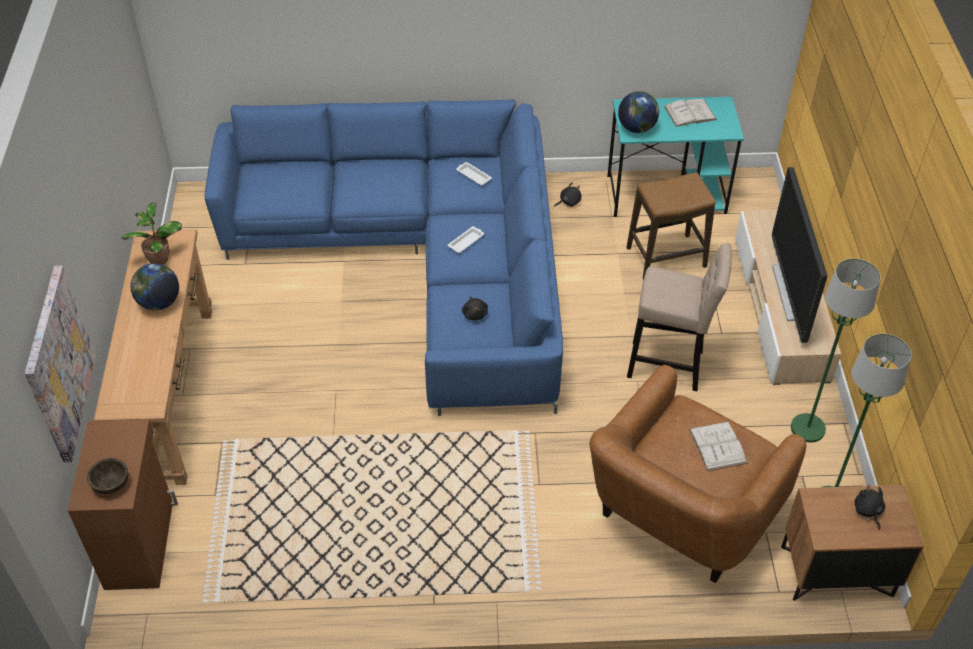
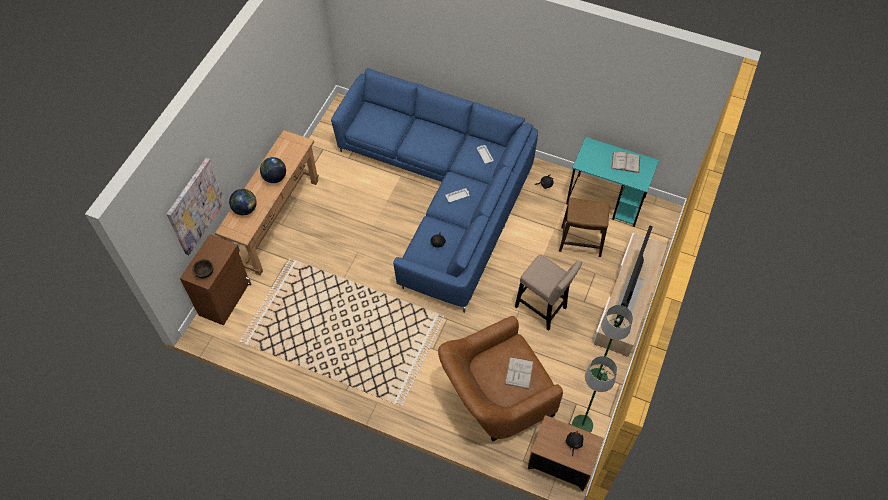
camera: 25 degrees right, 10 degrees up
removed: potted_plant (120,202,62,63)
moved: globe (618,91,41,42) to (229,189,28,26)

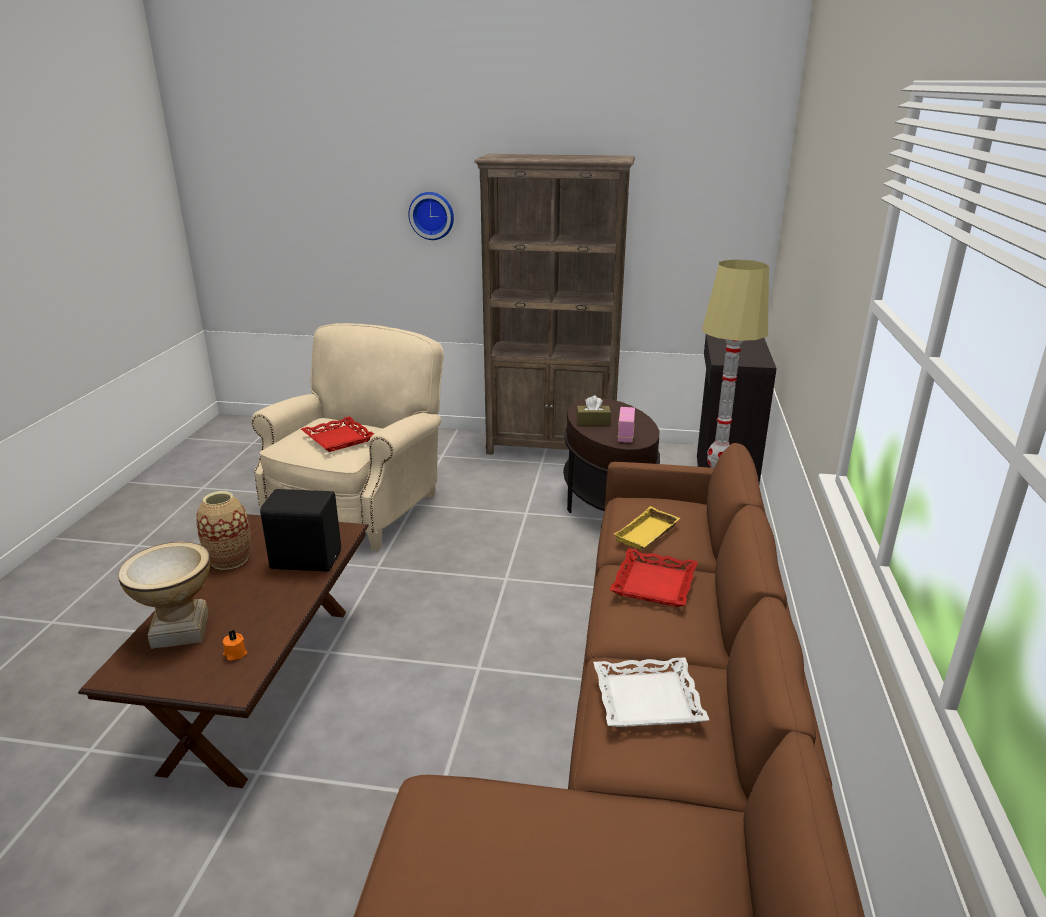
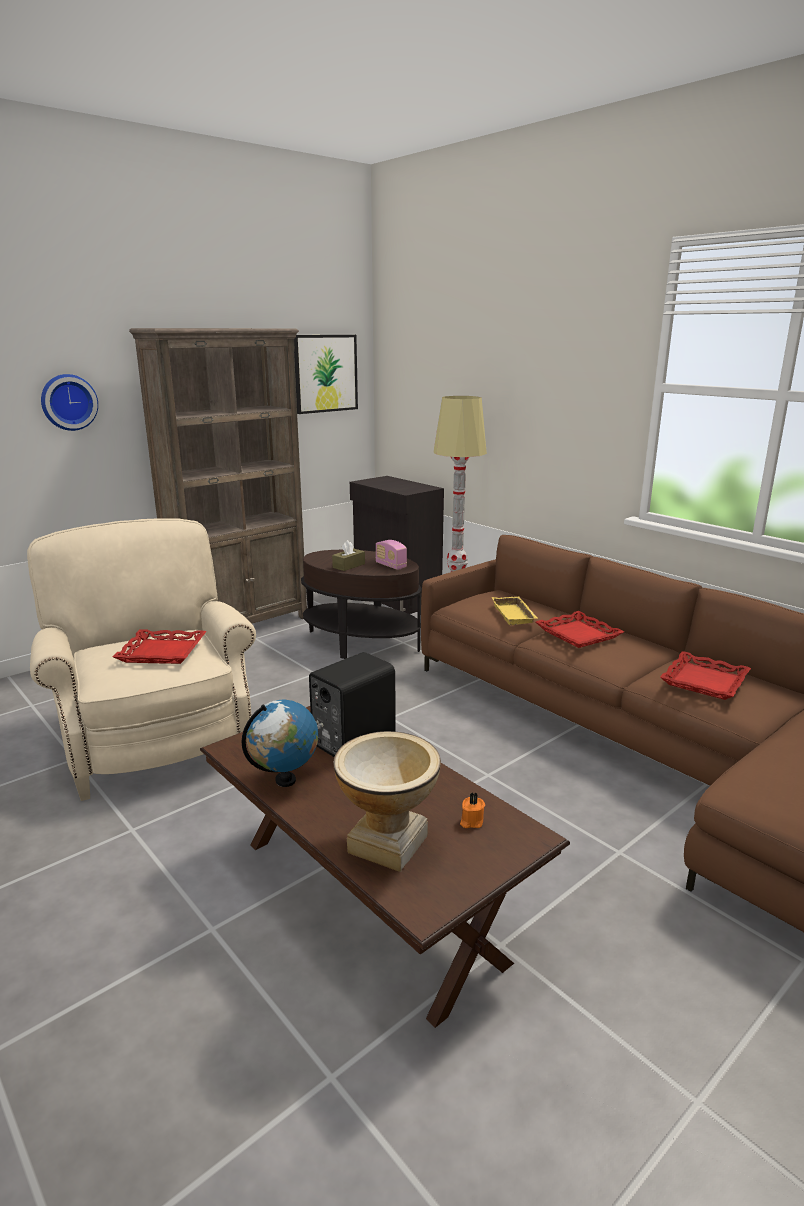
camera: 50 degrees left, 5 degrees down
added: picture (294,335,64,79)
replaced: vase (196,491,55,79) to globe (242,700,76,87)
recoloured: white_tray (593,657,116,70) to red_tray (660,651,91,49)

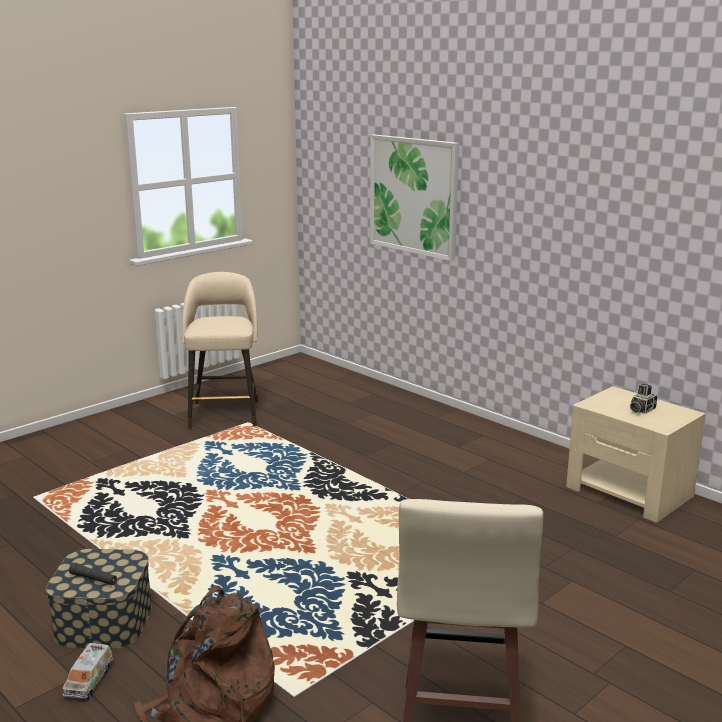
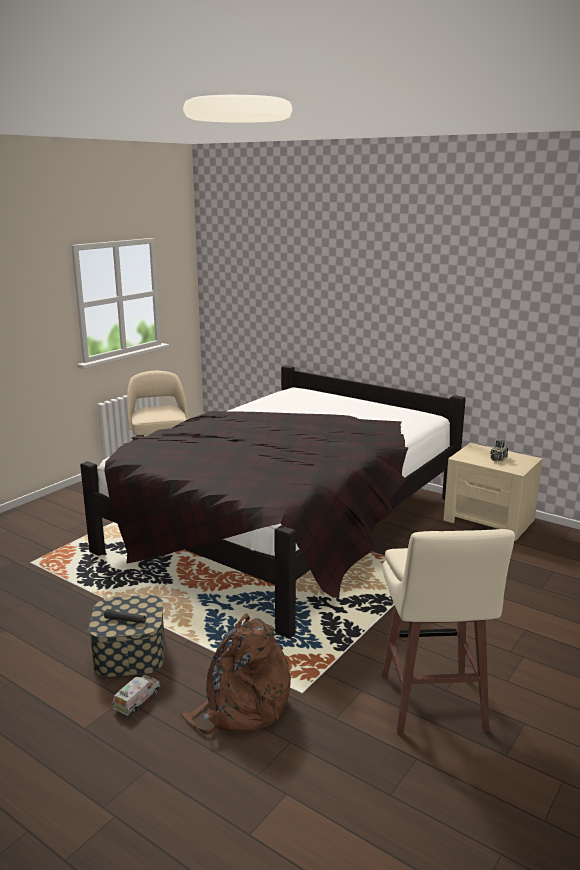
camera: 10 degrees left, 0 degrees up
removed: picture (370,134,89,127)
added: black_bed (80,365,386,274)
turned: toy_truck (62,643,51,57) = (113,675,47,41) 150 degrees counterclockwise

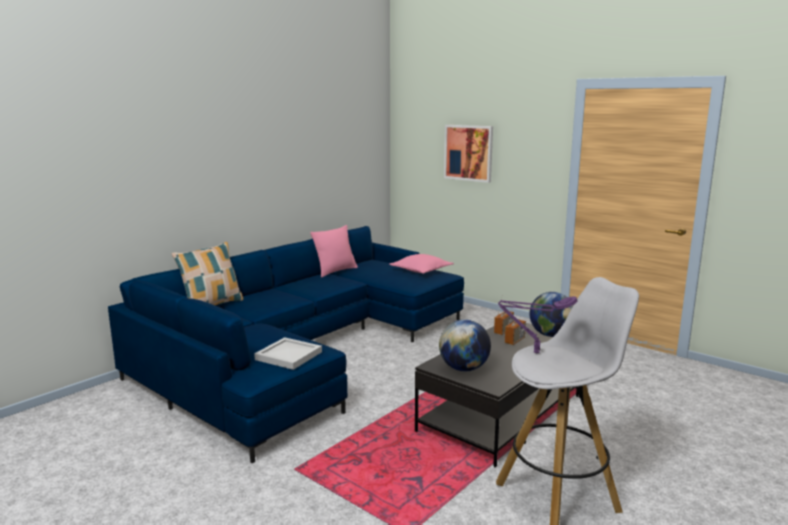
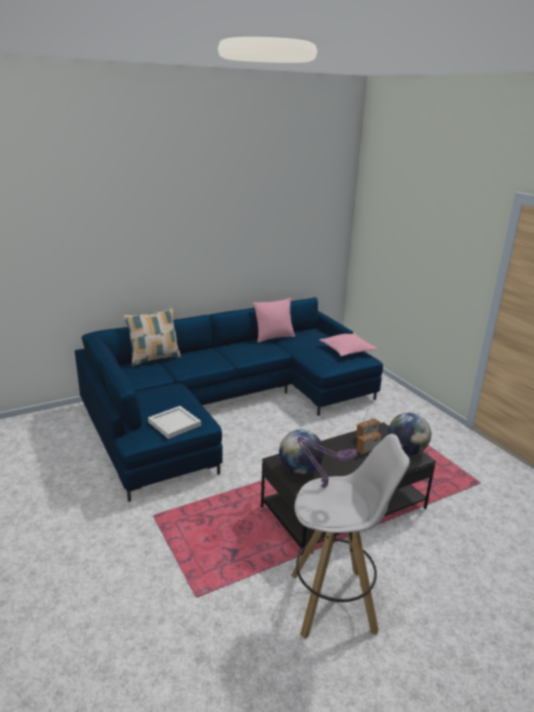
camera: 20 degrees right, 10 degrees up
removed: picture (444,125,49,58)

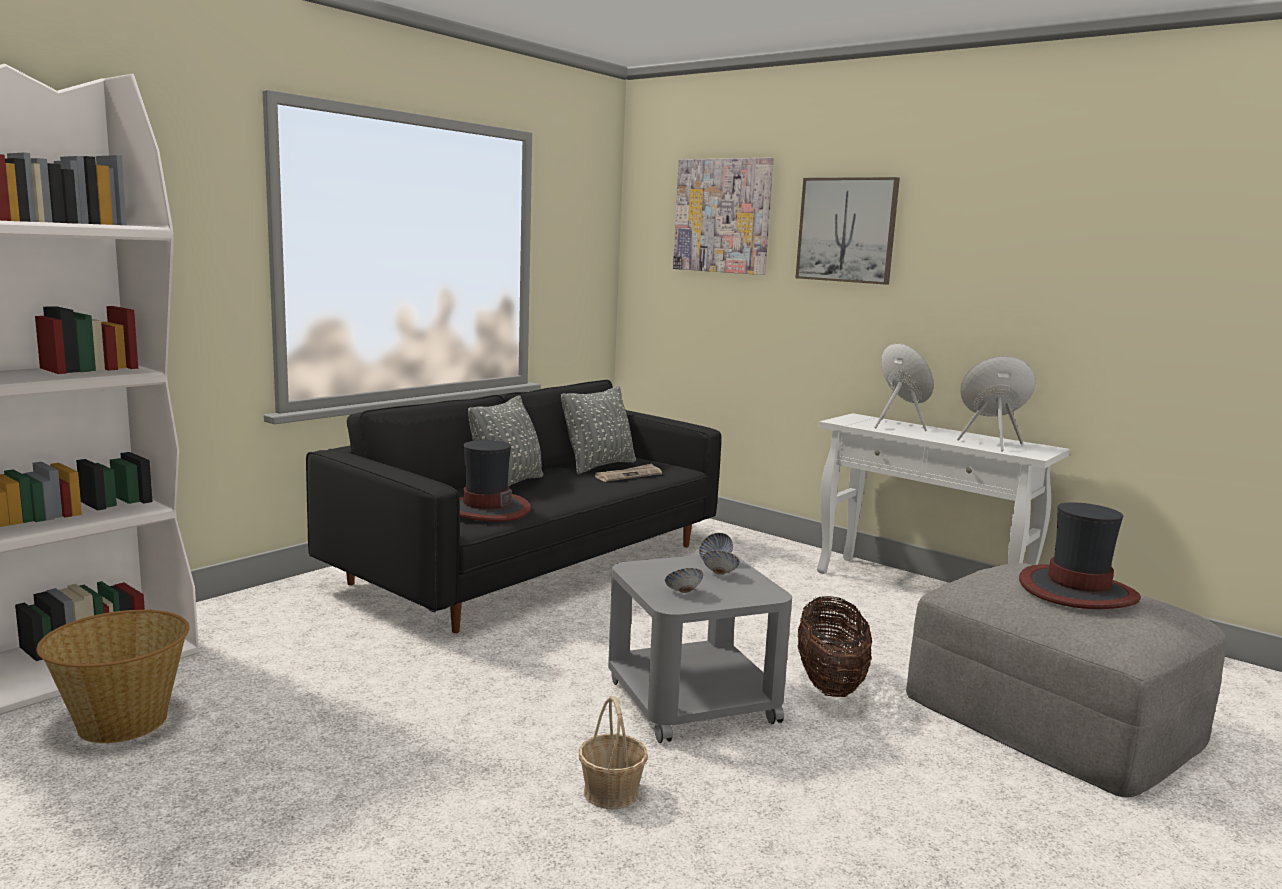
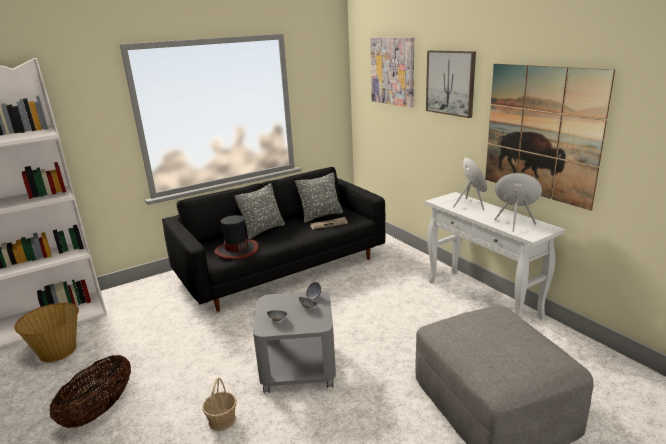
camera: 20 degrees right, 10 degrees up
removed: hat (1019,502,122,107)
added: picture (485,64,130,147)
moved: basket (798,596,74,101) to (49,355,82,73)

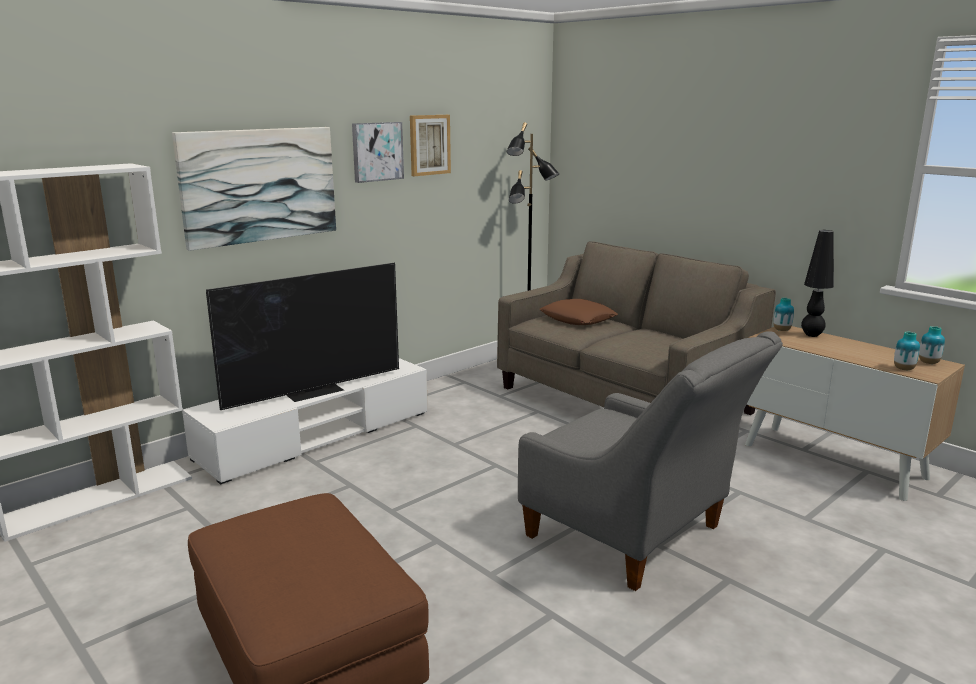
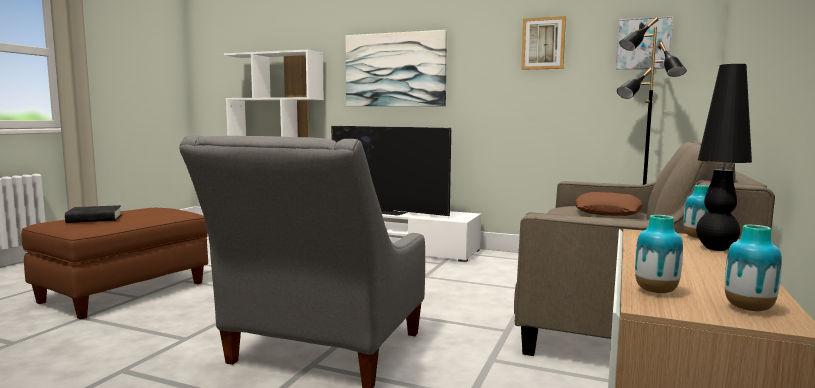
camera: 65 degrees right, 10 degrees down
added: black_book (65,205,57,18)
moved: picture (352,122,52,61) to (616,16,57,54)

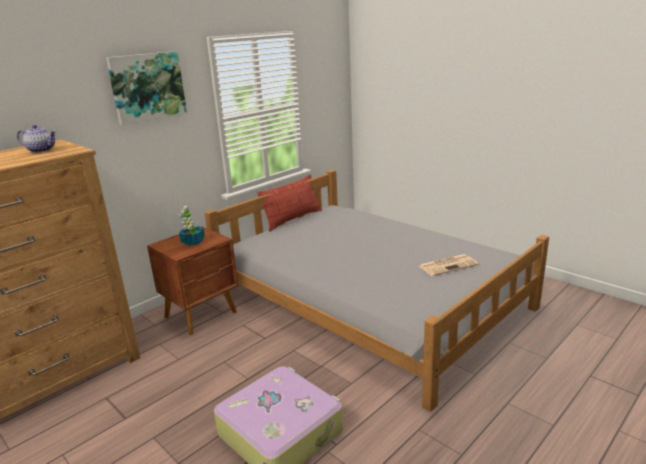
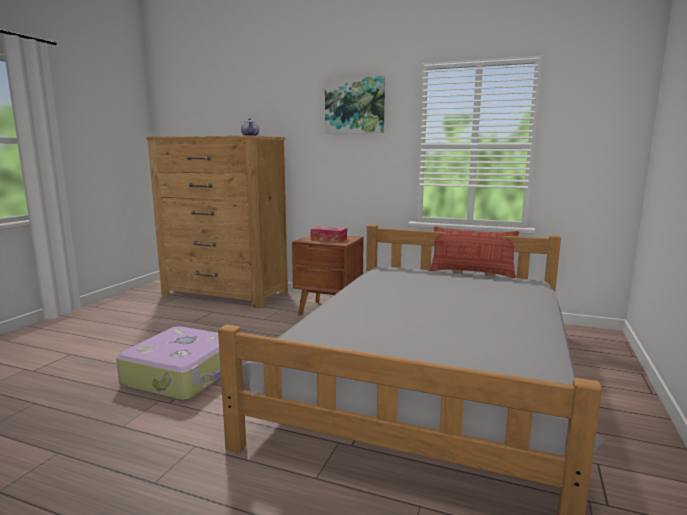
camera: 65 degrees right, 10 degrees down
removed: newspaper (418,254,61,22)
replaced: potted_plant (179,206,26,40) to tissue_box (311,226,36,16)

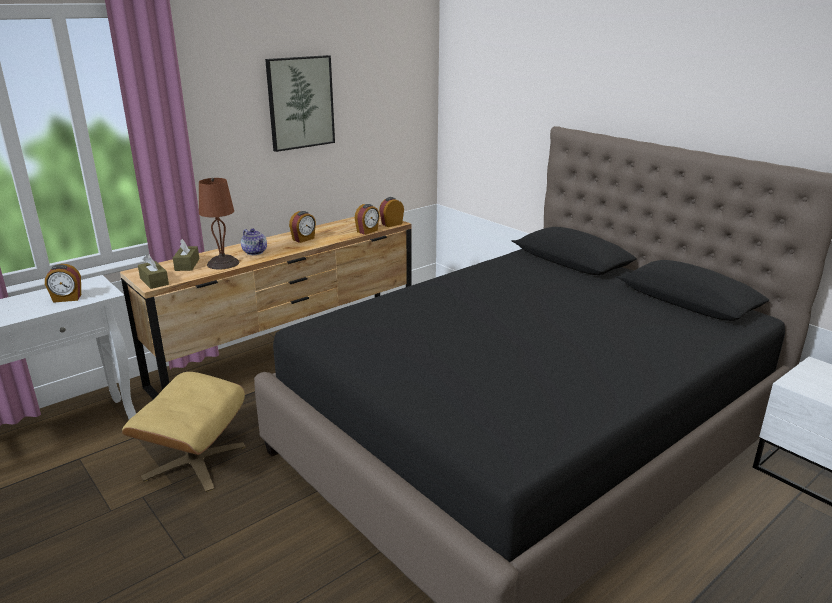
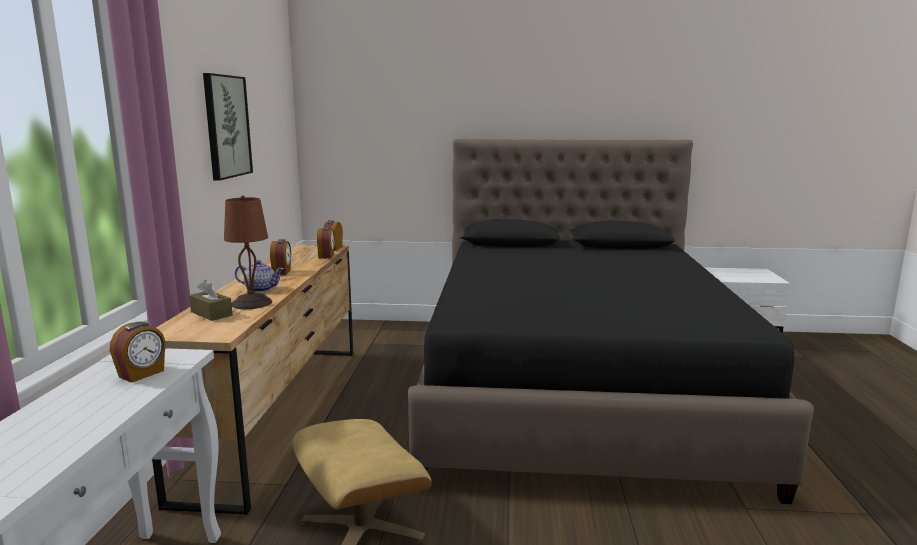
camera: 45 degrees left, 10 degrees down
removed: brown_tissue_box (138,254,31,35)

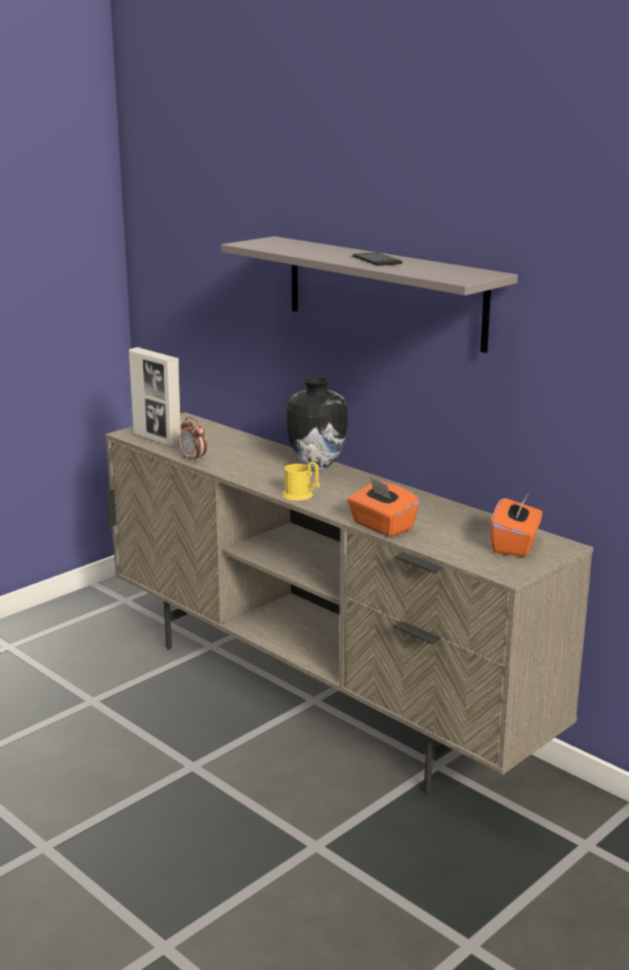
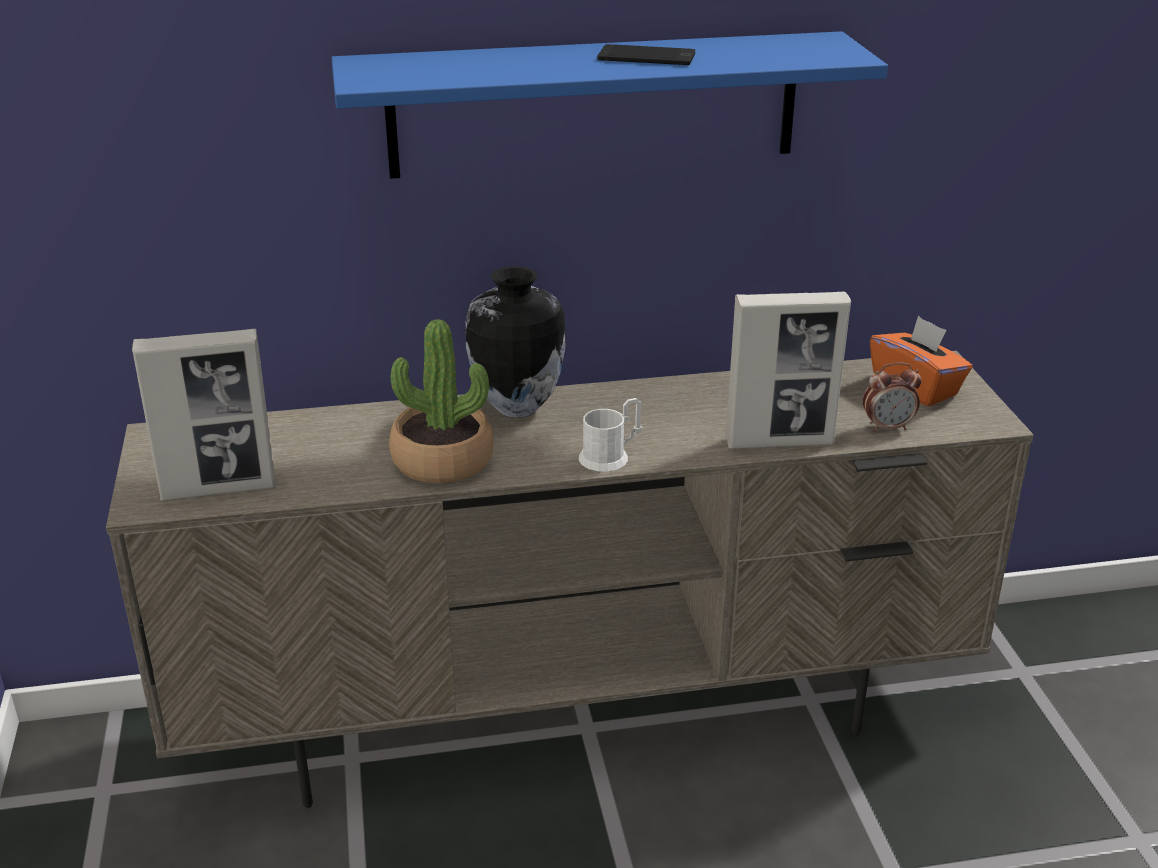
camera: 55 degrees left, 10 degrees up
added: potted_plant (389,319,104,164)
moved: alarm_clock (179,417,28,46) to (863,362,59,70)
replaced: orange_tissue_box (347,476,73,61) to picture_frame (725,292,126,157)
recoloured: grey_shelf (221,236,297,117) to blue_shelf (331,31,557,148); yellow_mug (282,462,38,38) to white_mug (579,398,63,73)

